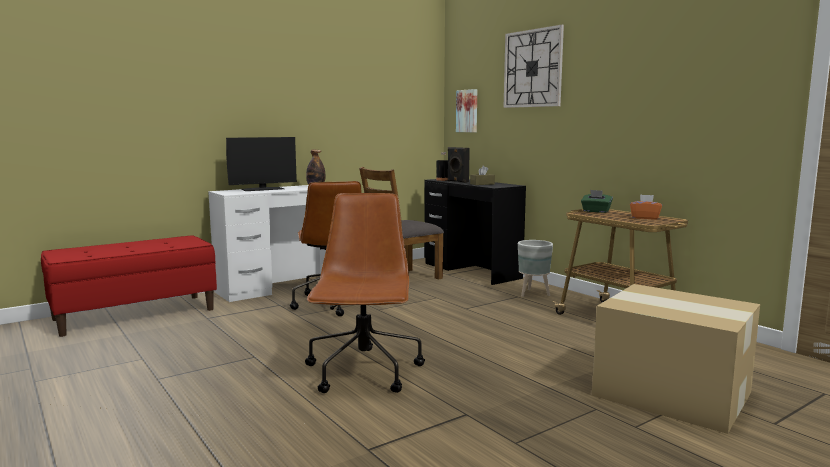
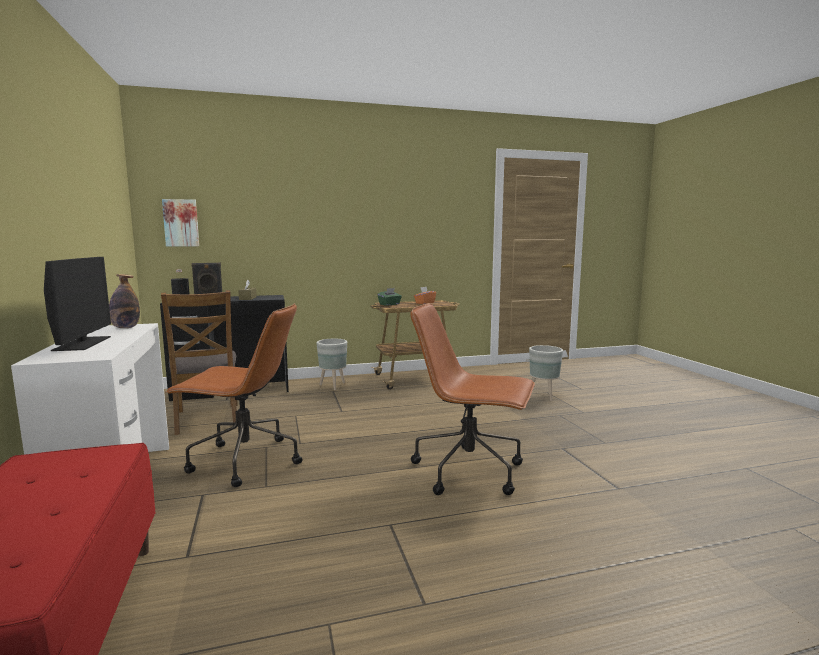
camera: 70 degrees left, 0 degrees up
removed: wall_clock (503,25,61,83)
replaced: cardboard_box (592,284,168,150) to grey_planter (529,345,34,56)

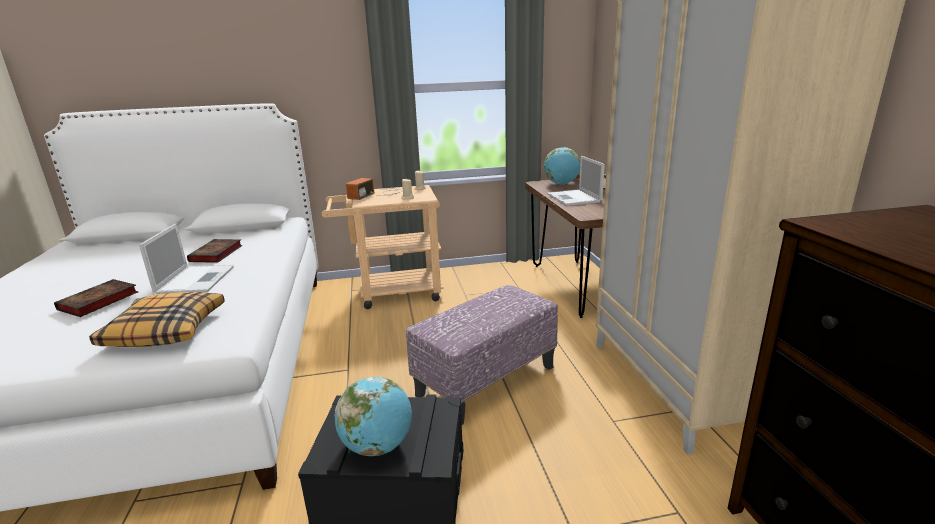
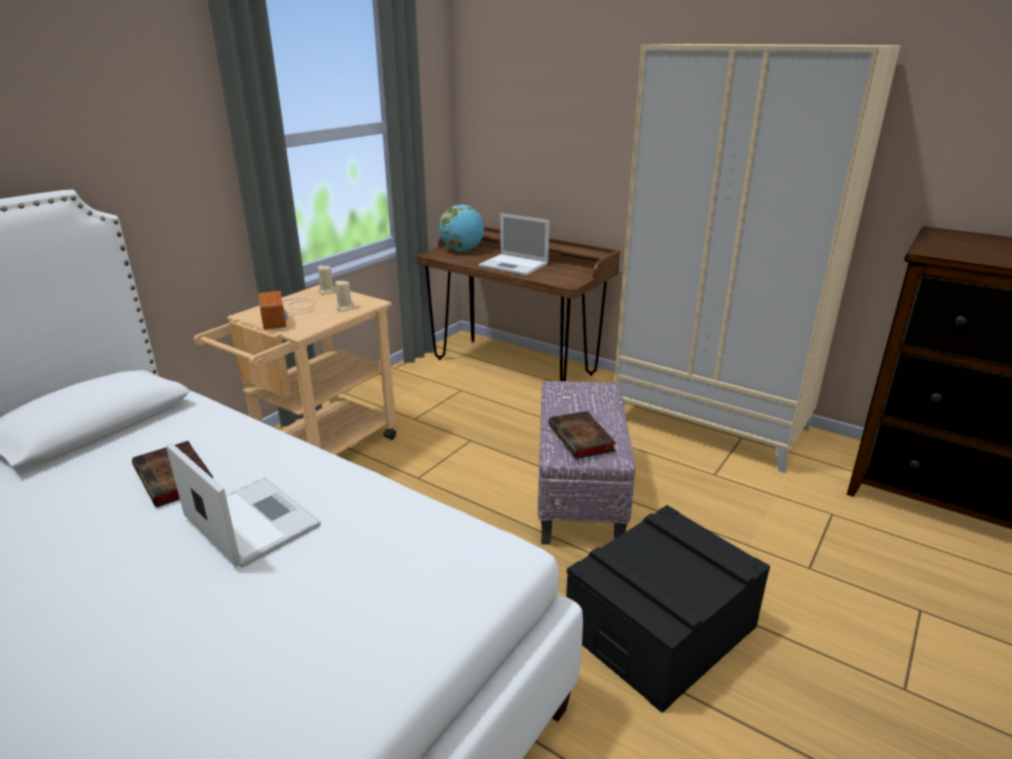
camera: 45 degrees left, 5 degrees up
removed: pillow (89,292,136,55); globe (335,377,77,79)
moved: book (54,279,84,38) to (548,411,68,48)

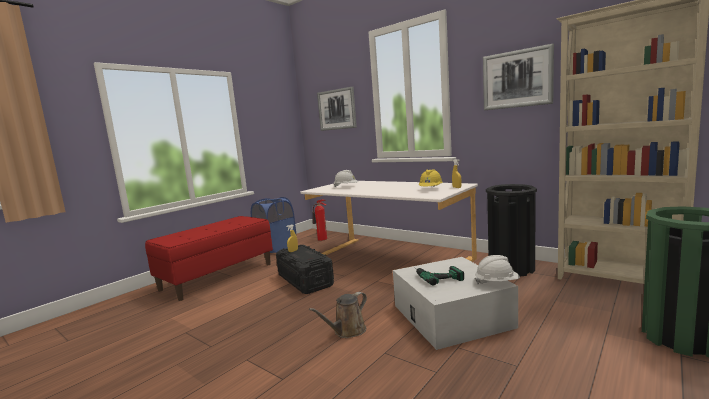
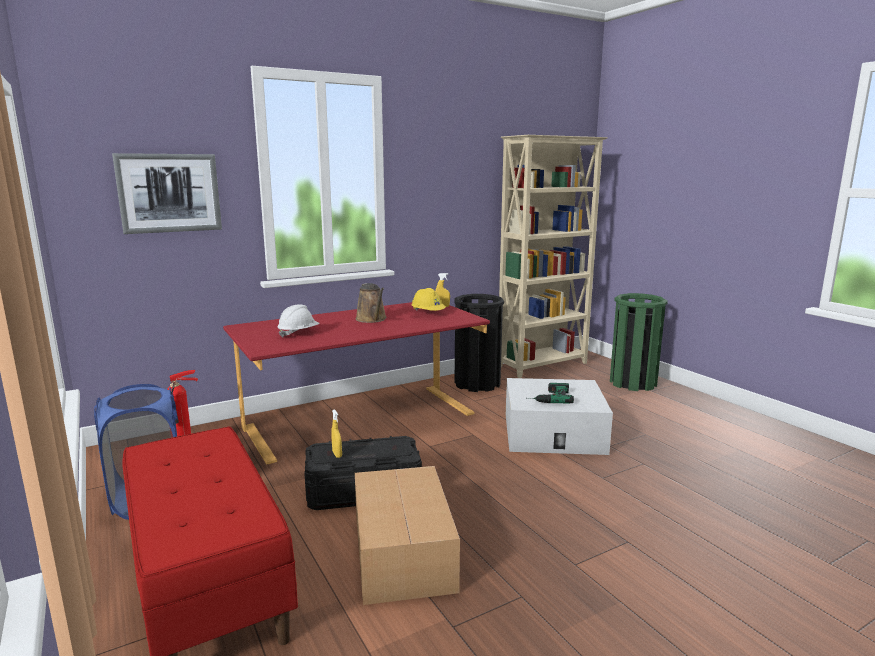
camera: 70 degrees left, 5 degrees up
removed: white_hard_hat (475,255,45,29); picture (483,44,71,66)
added: cardboard_box (355,466,105,139)
moved: brown_watering_can (309,292,58,46) to (356,283,31,40)
recoloured: white_desk (300,181,178,81) to red_desk (223,302,267,162)

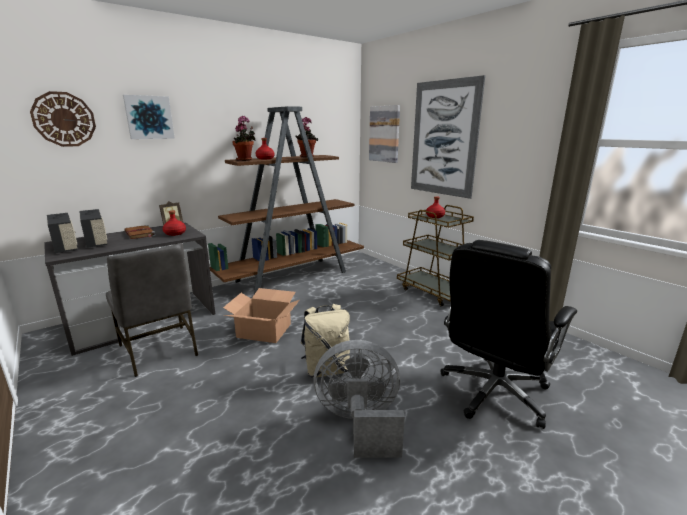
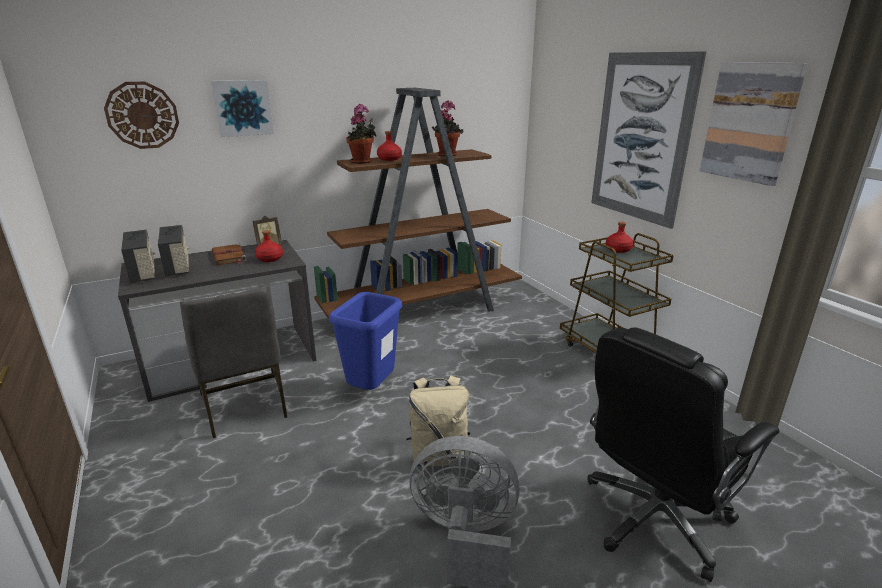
camera: 10 degrees right, 5 degrees up
moved: picture (369,105,31,58) to (700,62,108,124)
replaced: cardboard_box (223,288,77,55) to blue_trash_can (329,292,73,98)

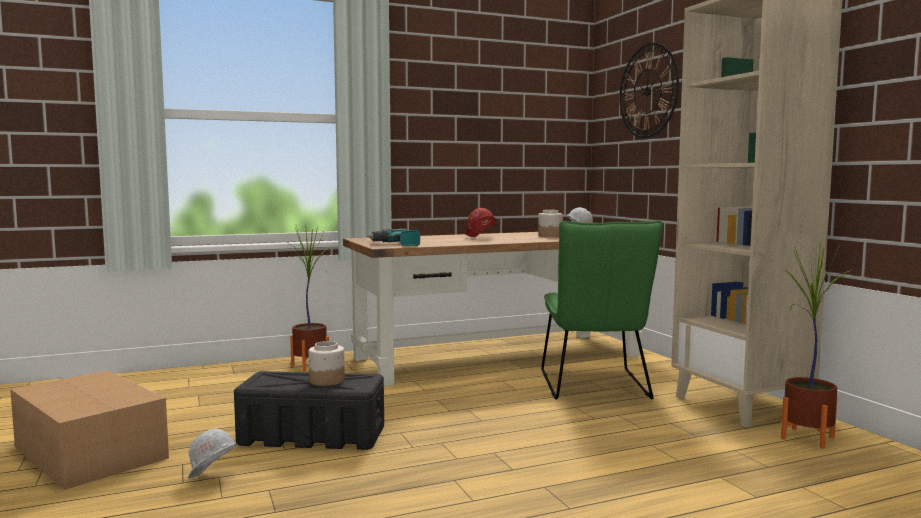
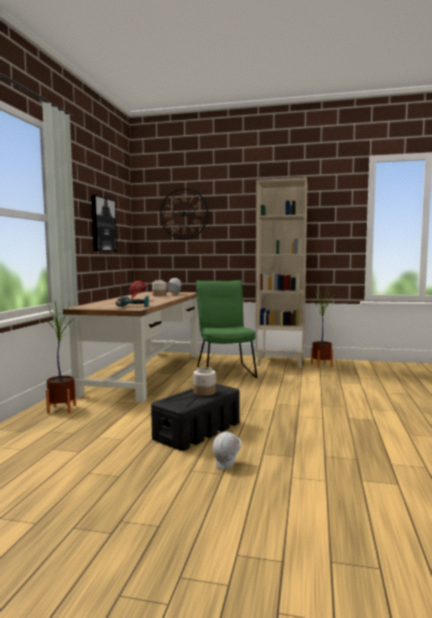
camera: 55 degrees left, 0 degrees up
removed: cardboard_box (10,370,159,120)
added: picture (92,195,25,57)
turned: green_chair (541,220,122,180) = (195,280,62,98) 135 degrees counterclockwise

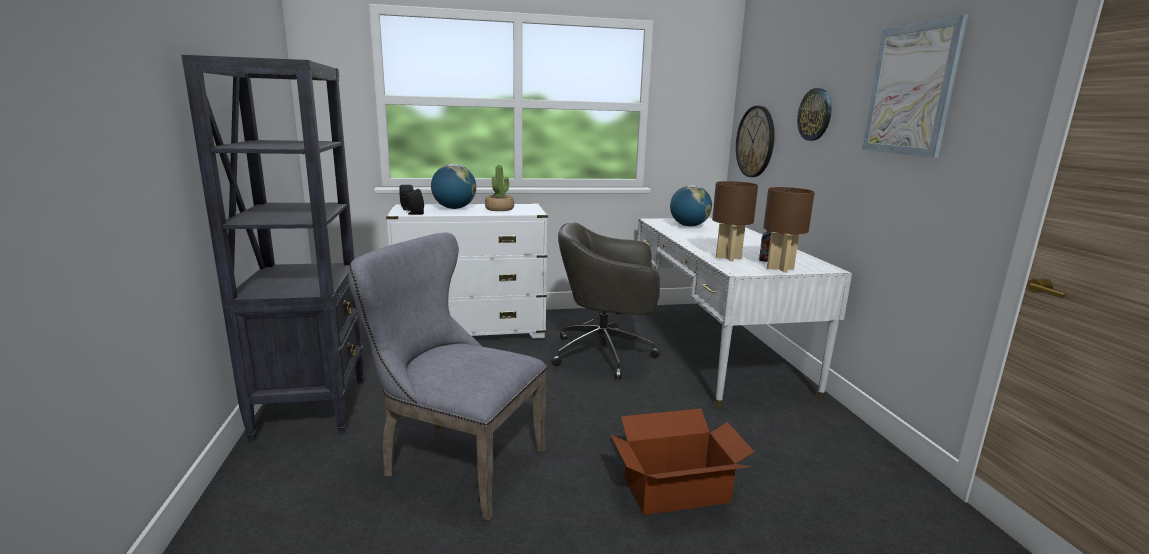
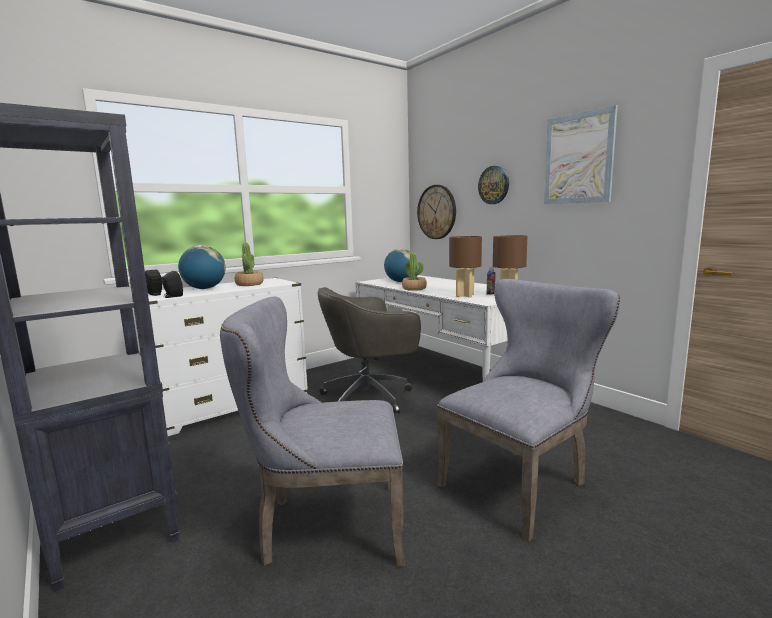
camera: 25 degrees left, 5 degrees down
added: potted_plant (402,252,25,39)
replaced: cardboard_box (610,409,144,106) to grey_chair (437,279,183,263)

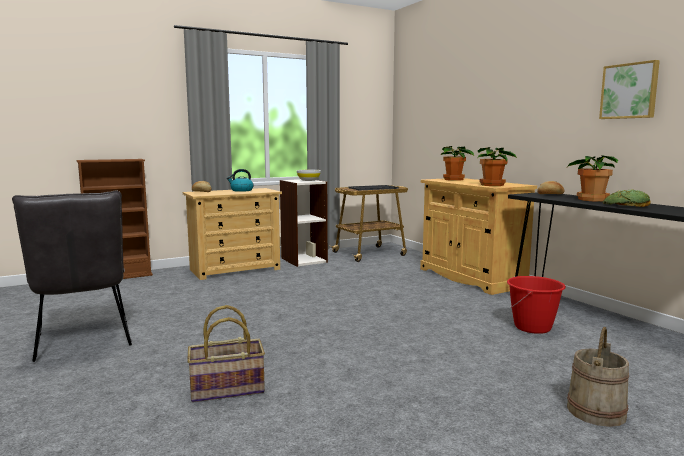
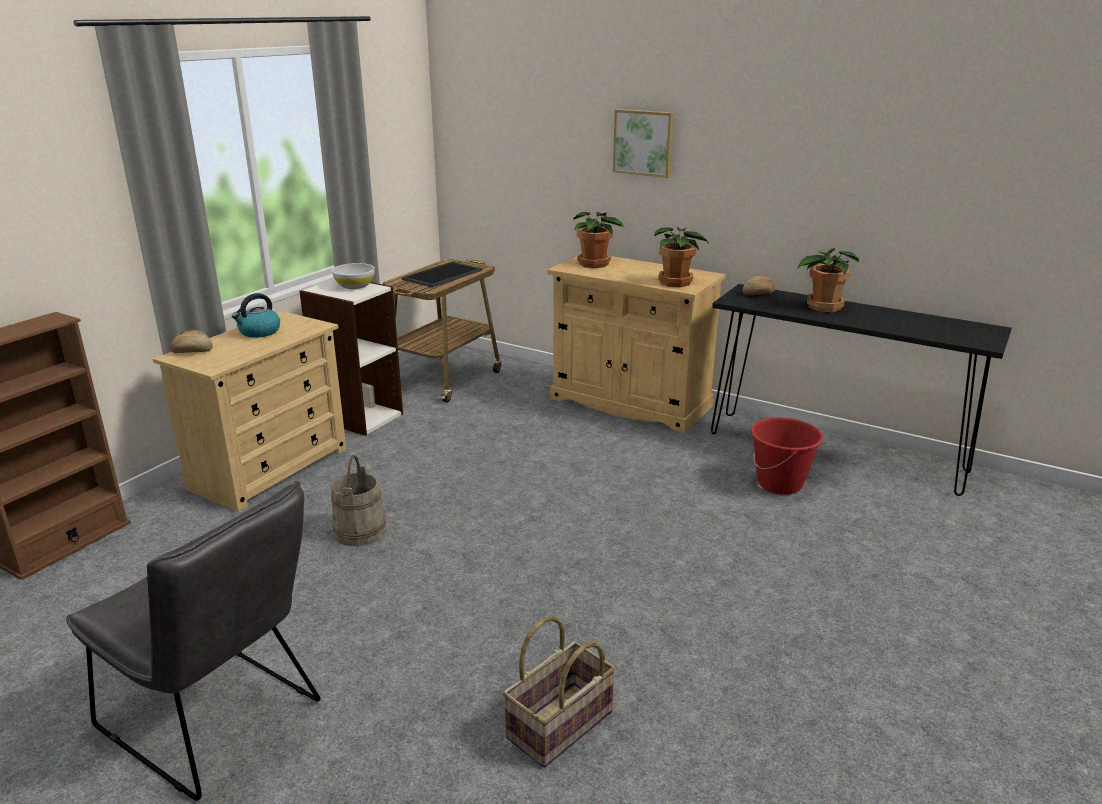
camera: 30 degrees left, 15 degrees up
removed: bread (602,189,48,18)
moved: beige_bucket (567,327,62,100) to (331,455,56,91); picture (599,60,61,59) to (613,109,61,69)

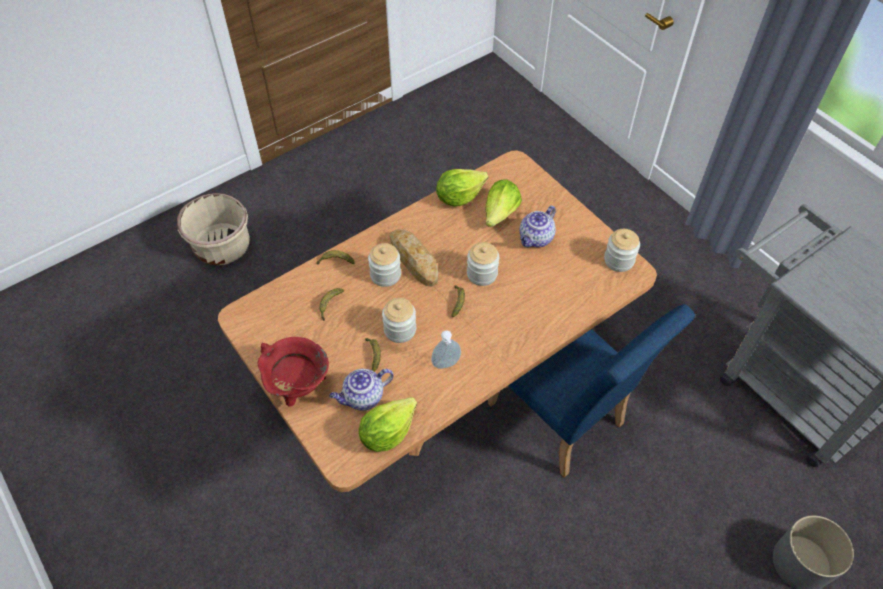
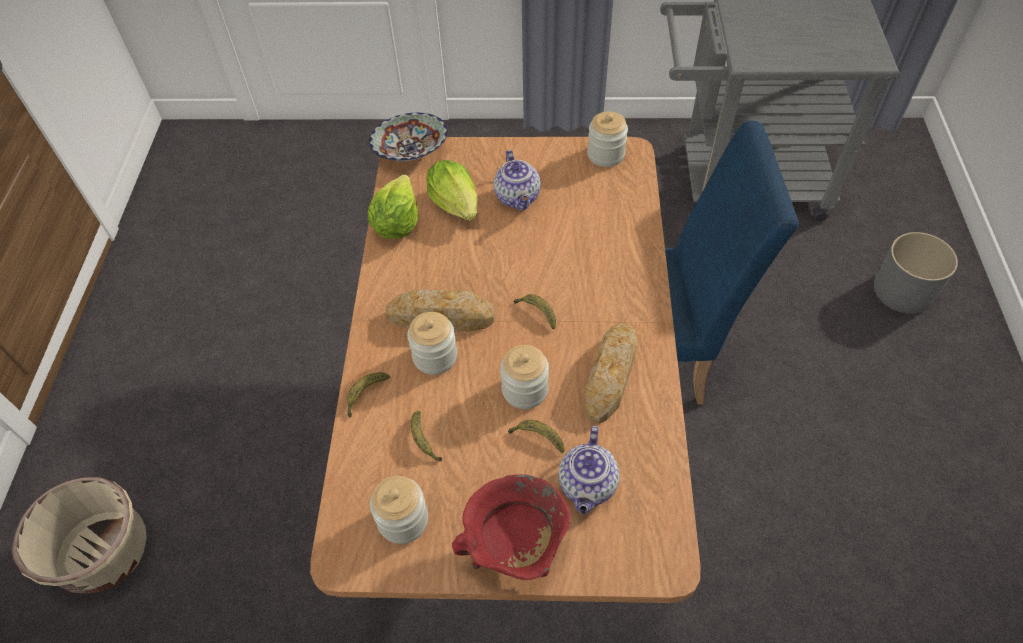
camera: 50 degrees left, 0 degrees up
removed: lettuce (359,397,58,55)
added: bowl (369,113,79,48)
moved: jar (467,242,32,44) to (370,476,58,68)
replaced: soap_dispenser (431,330,30,39) to bread (585,323,52,101)

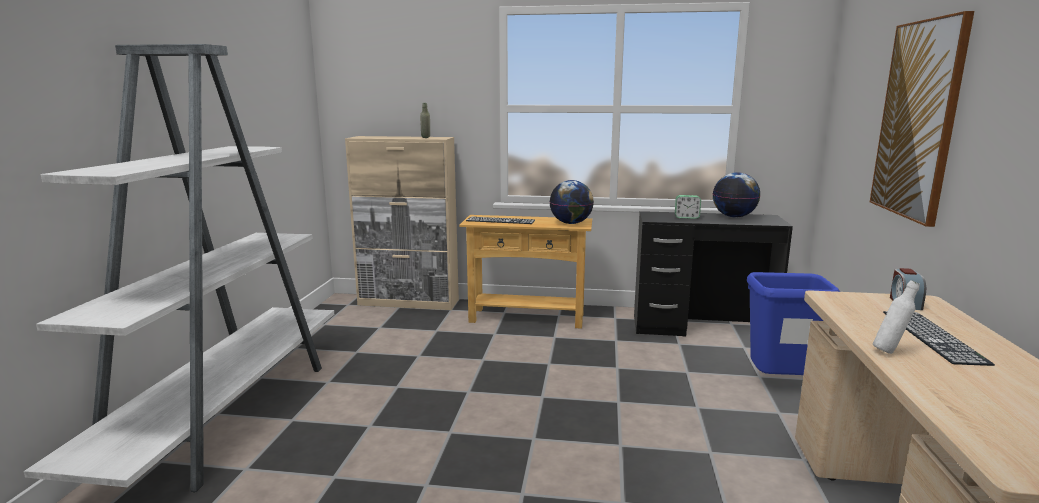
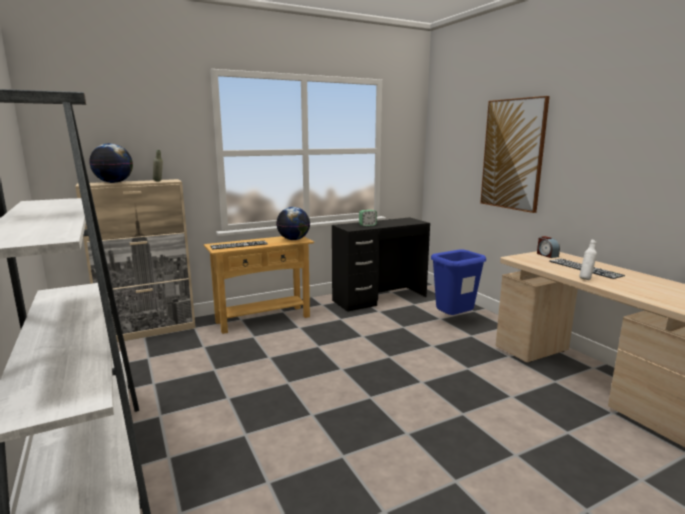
camera: 35 degrees left, 0 degrees up
moved: globe (713,172,47,46) to (89,143,44,40)

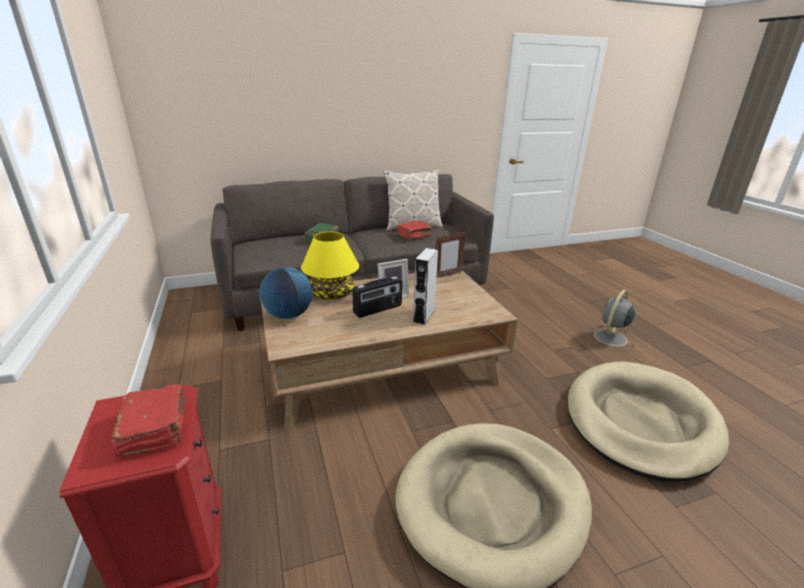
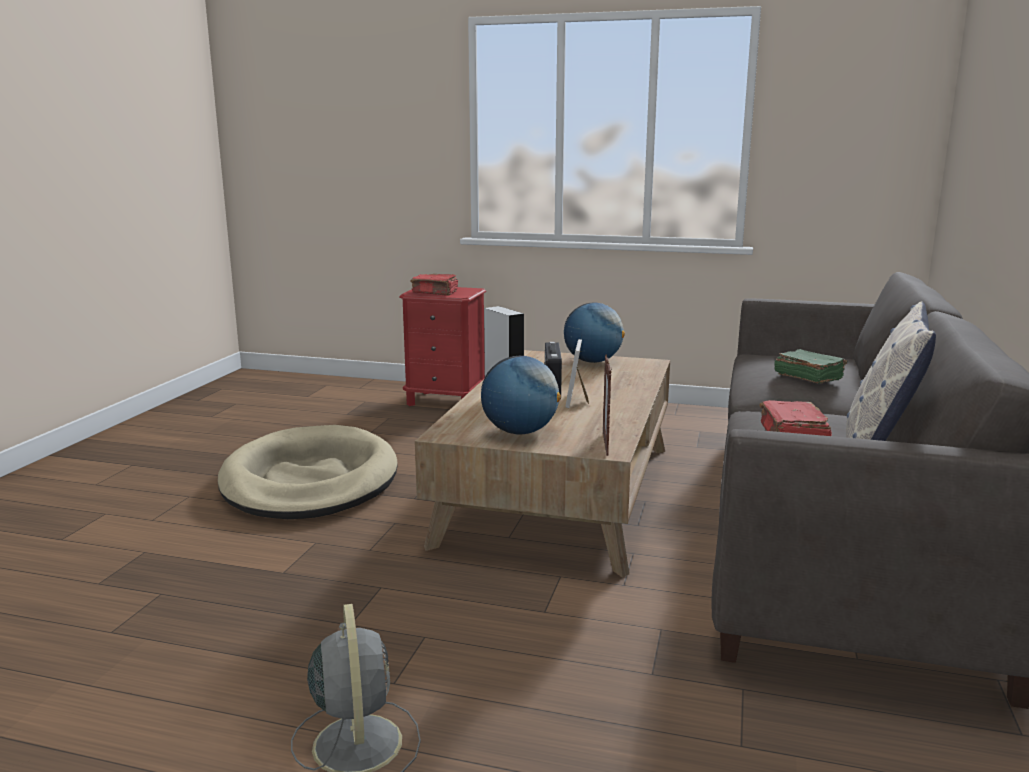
camera: 125 degrees right, 10 degrees down
removed: yellow_table_lamp (301,232,58,68); beige_dog_bed (567,362,162,120)
added: globe (481,356,80,78)

